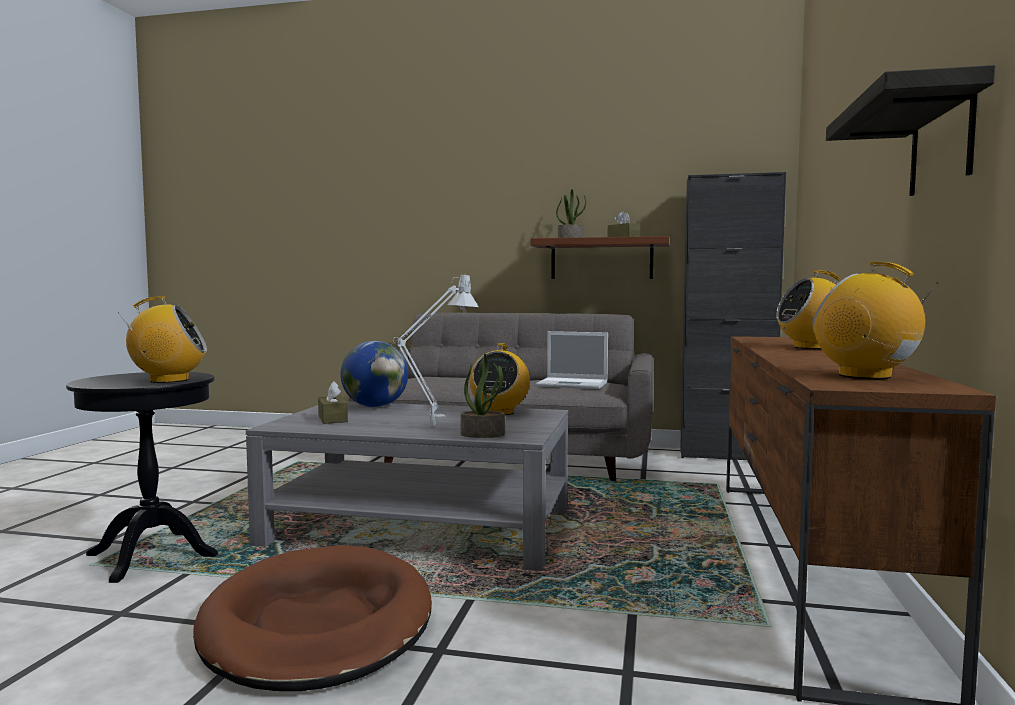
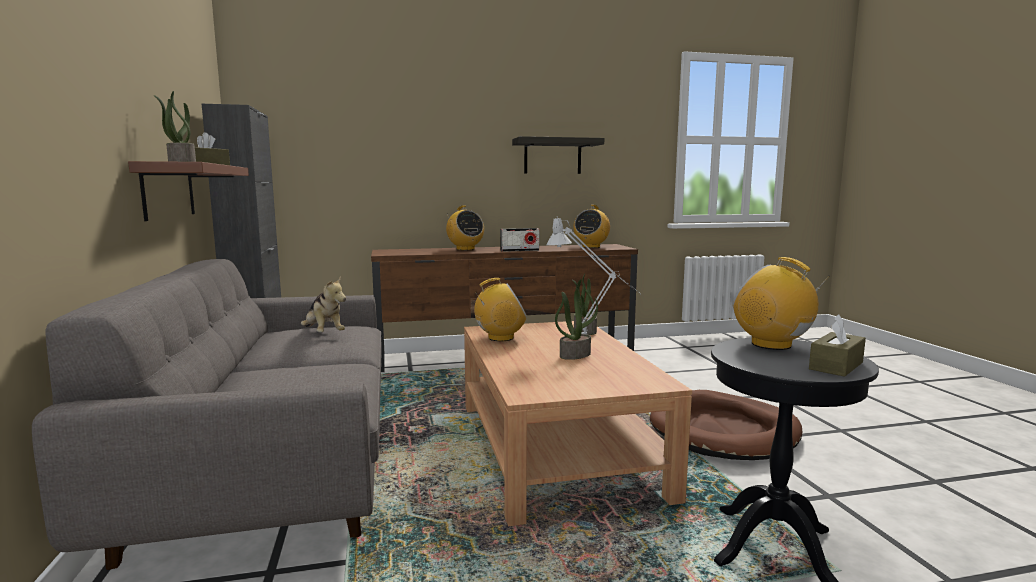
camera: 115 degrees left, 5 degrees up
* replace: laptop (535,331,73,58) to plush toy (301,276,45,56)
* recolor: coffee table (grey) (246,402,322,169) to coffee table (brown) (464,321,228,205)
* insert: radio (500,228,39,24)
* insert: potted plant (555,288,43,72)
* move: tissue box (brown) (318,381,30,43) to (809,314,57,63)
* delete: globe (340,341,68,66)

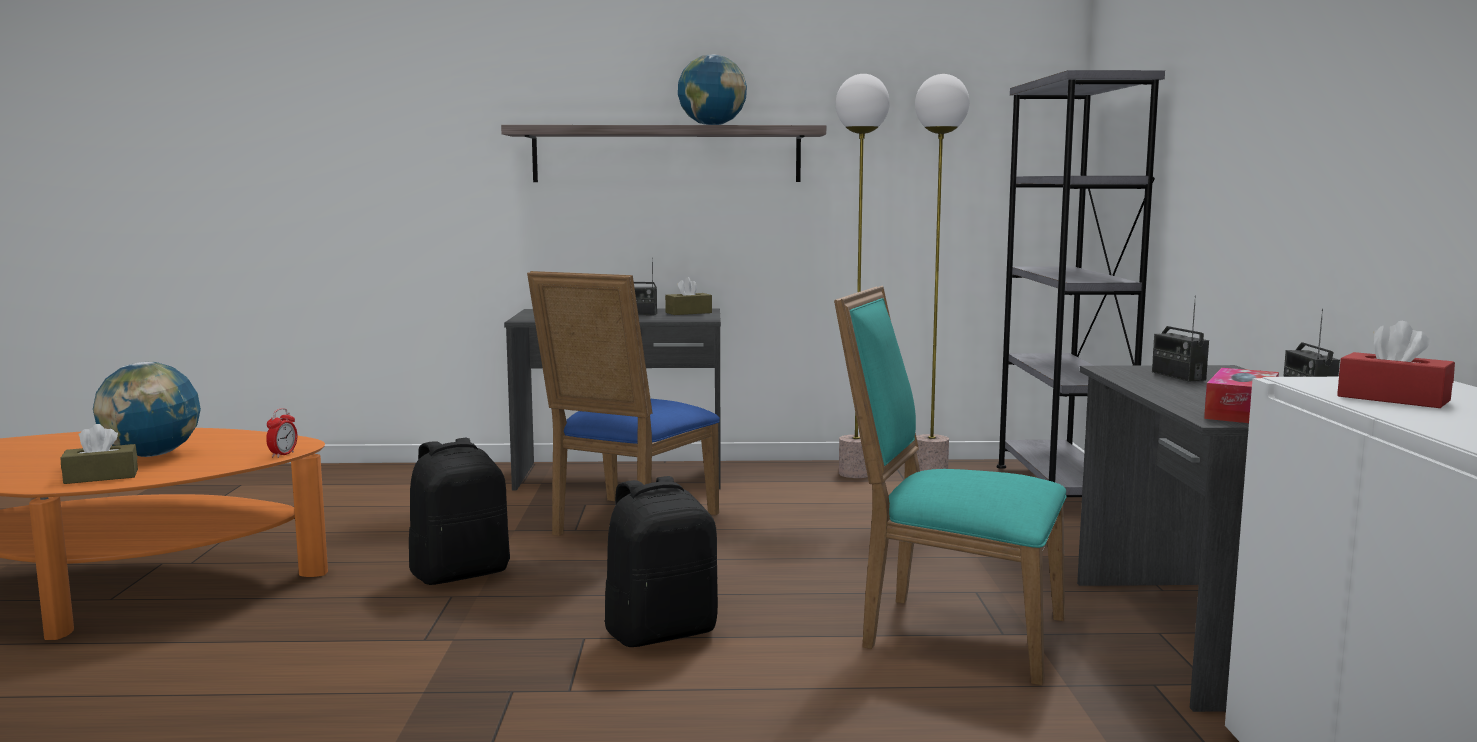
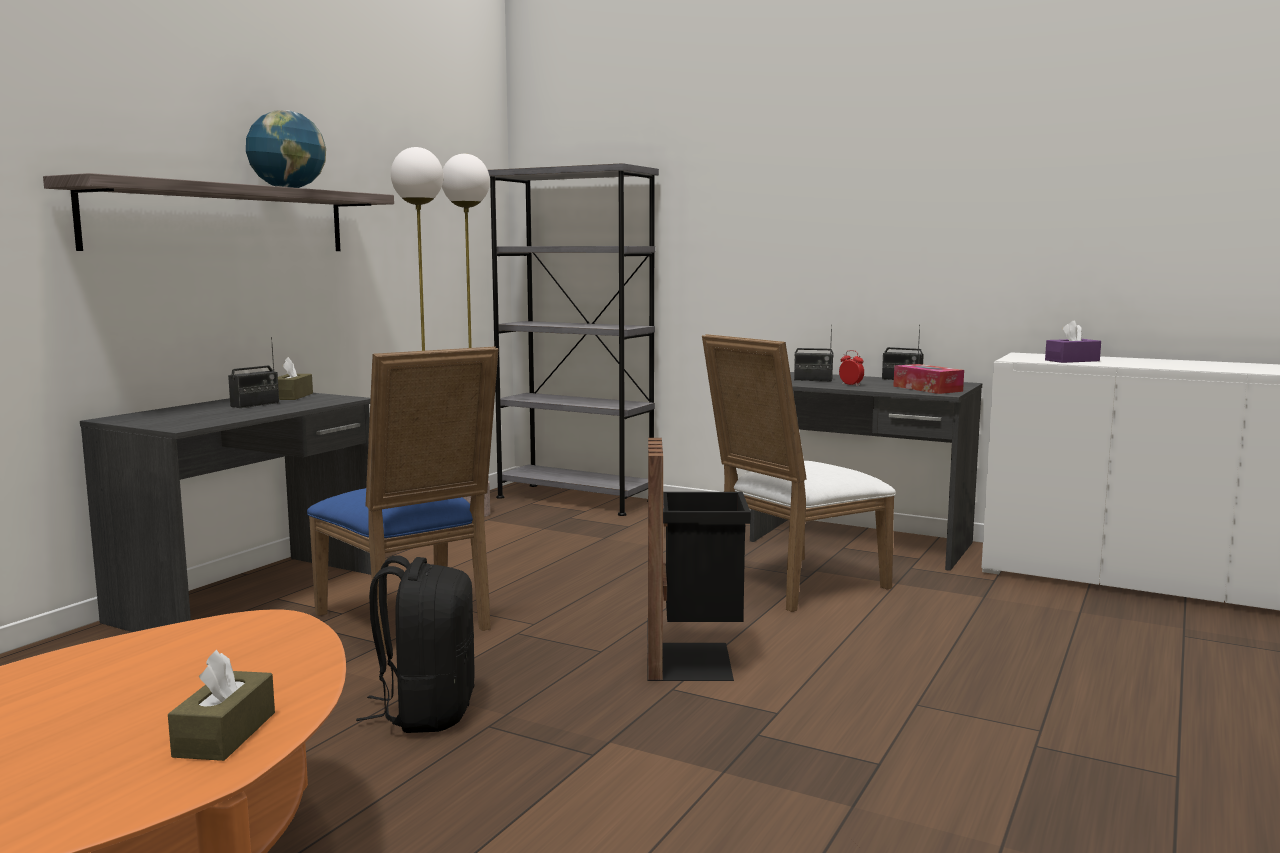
camera: 60 degrees left, 0 degrees up
* replace: backpack (black) (604,476,114,171) to trash can (black) (647,438,104,243)
* recolor: chair (turquoise) (834,285,233,400) to chair (white) (702,334,194,278)
* move: alarm clock (266,408,31,50) to (839,350,25,36)
* recolor: tissue box (red) (1337,321,118,87) to tissue box (purple) (1045,321,56,42)
* delete: globe (93,362,108,95)

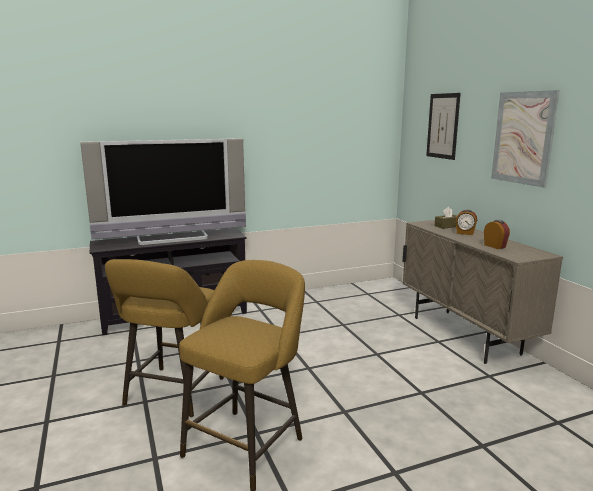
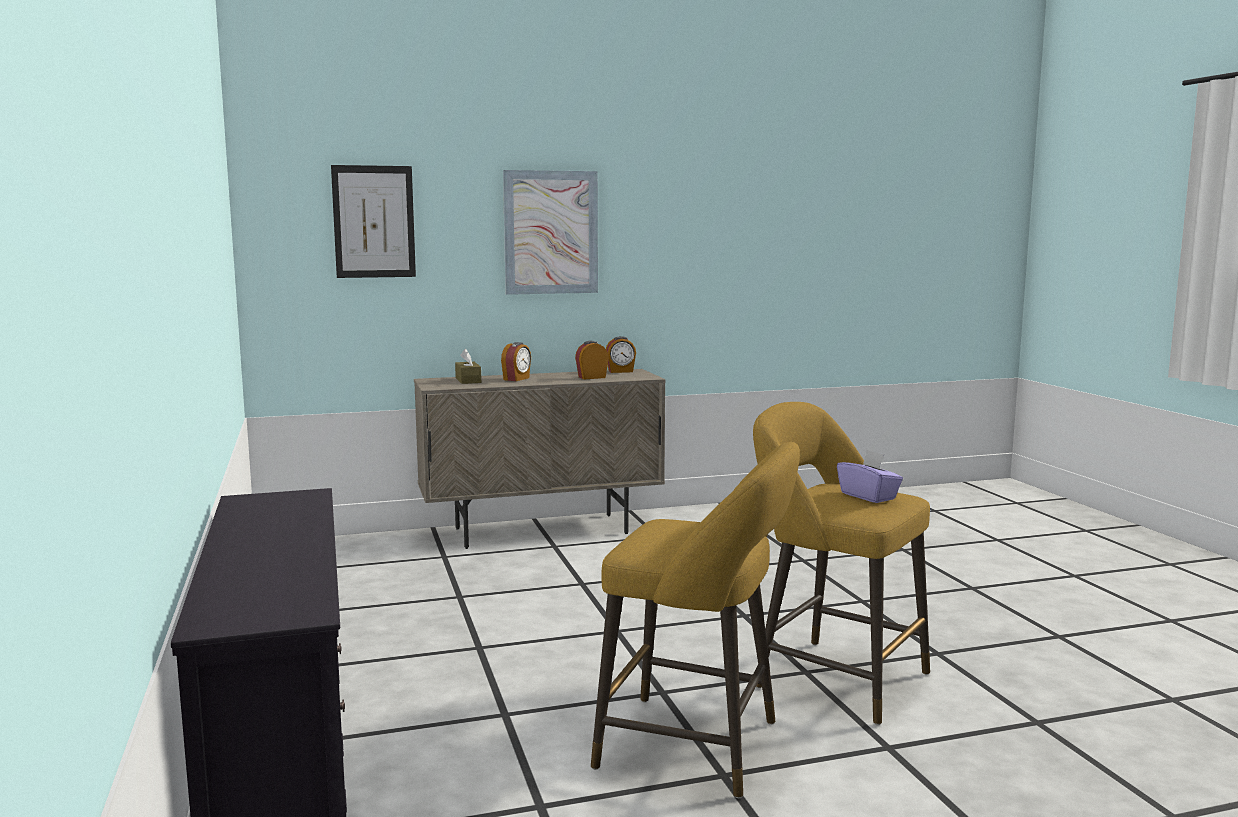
camera: 85 degrees left, 5 degrees down
* insert: alarm clock (606,336,30,37)
* insert: tissue box (purple) (837,450,66,53)
* delete: television (80,138,166,107)

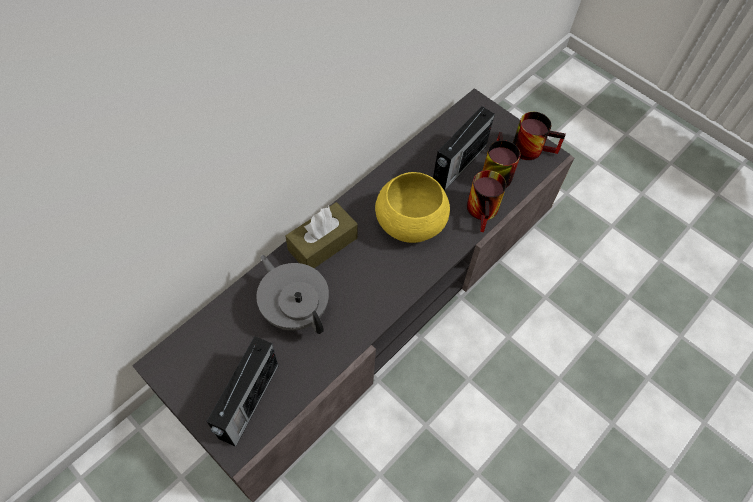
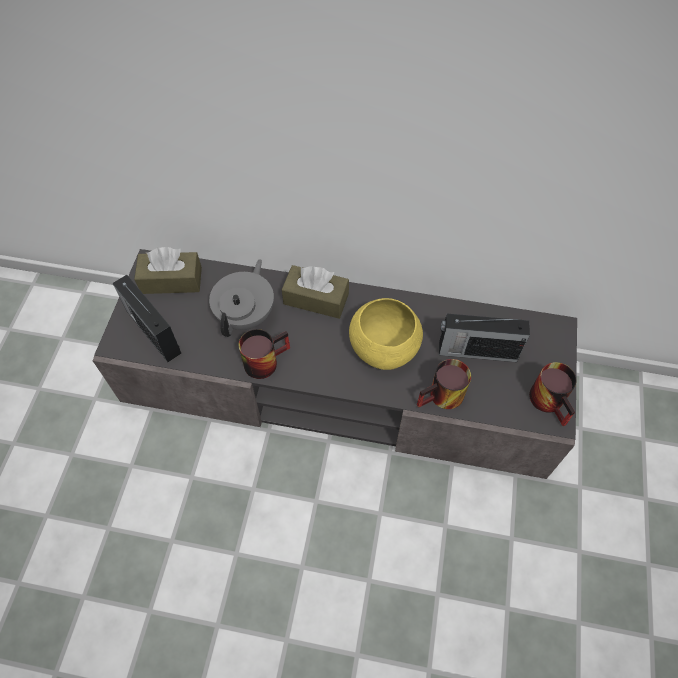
camera: 60 degrees right, 0 degrees up
* rotate: radio (207,336,71,111) = (113,275,68,87) 60 degrees clockwise
* insert: tissue box (brown) (134,247,68,47)
* move: mug (482,132,38,56) to (238,329,52,50)

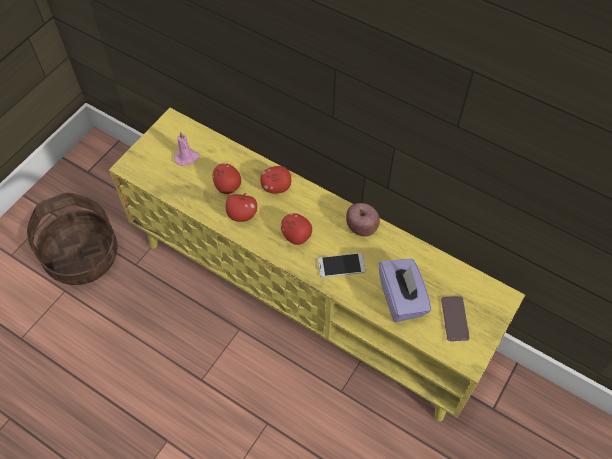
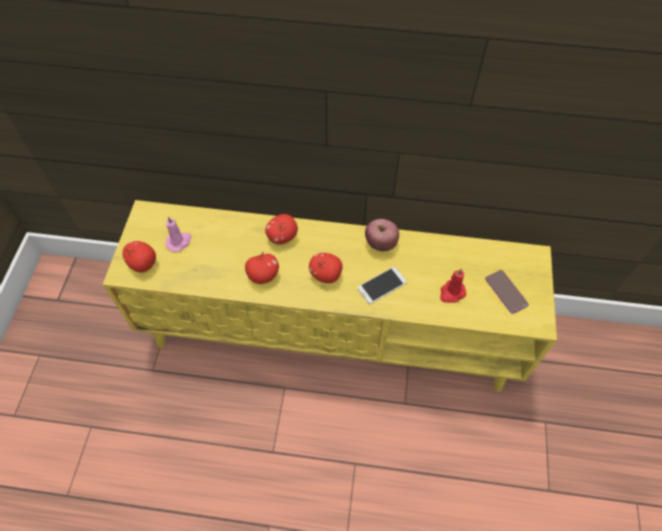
camera: 25 degrees left, 0 degrees up
* move: apple (213,163,28,31) to (122,241,34,31)
* replace: tissue box (purple) (379,259,53,63) to candle (red) (440,268,26,35)
* delete: basket (27,193,90,92)

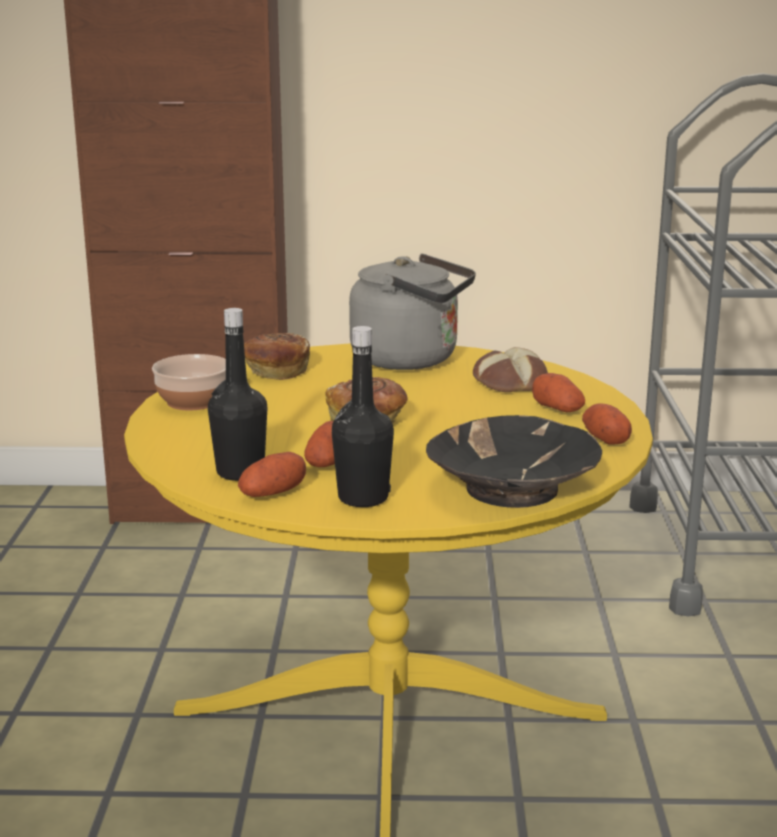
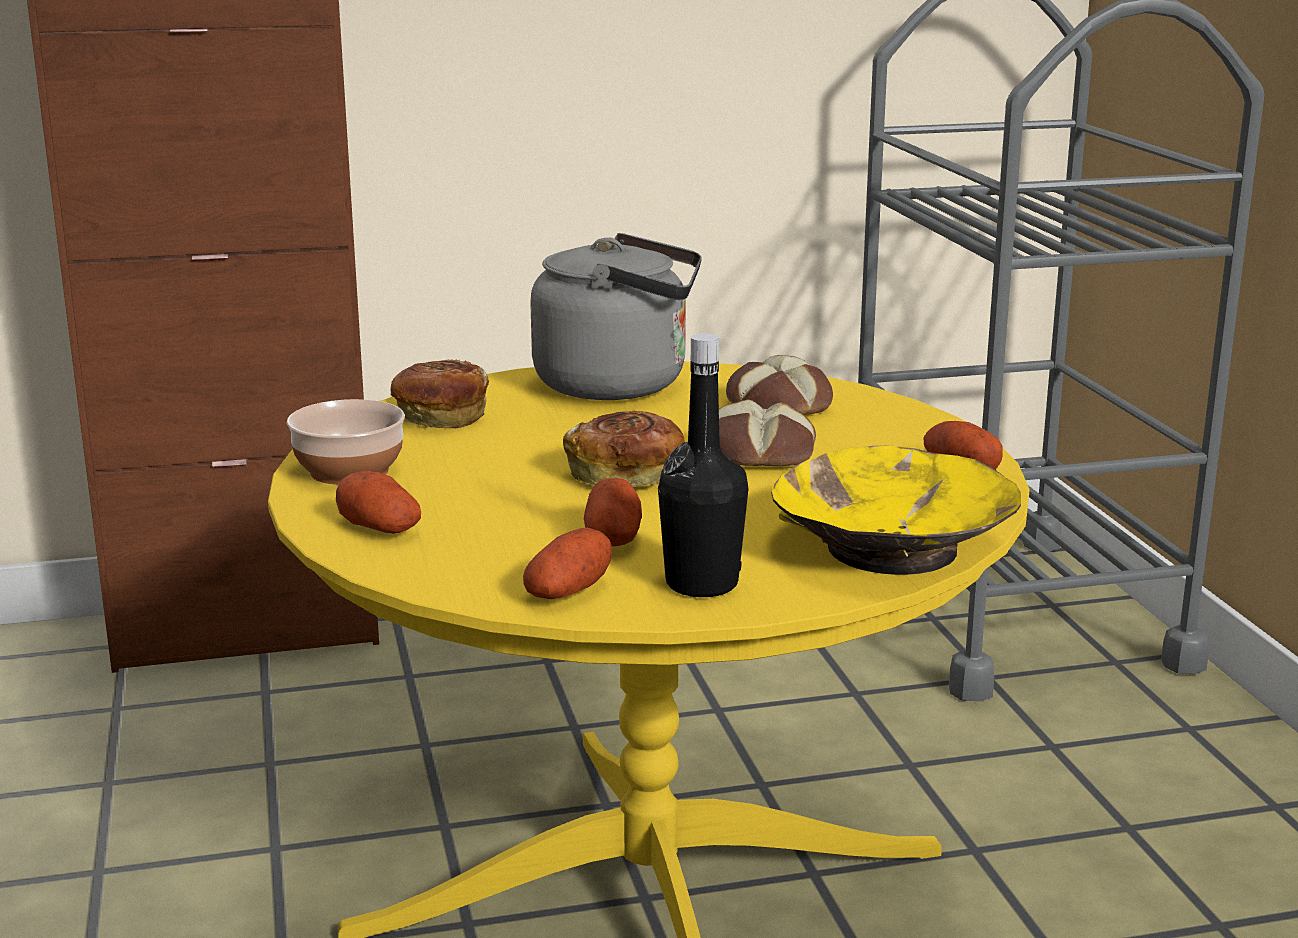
camera: 15 degrees left, 0 degrees up
* move: potato (532,373,53,39) to (336,471,85,63)
* insert: bread (719,400,97,66)
* recolor: bowl (black) (426,415,176,93) to bowl (yellow) (772,445,249,130)
* delete: bottle (black) (208,308,59,173)

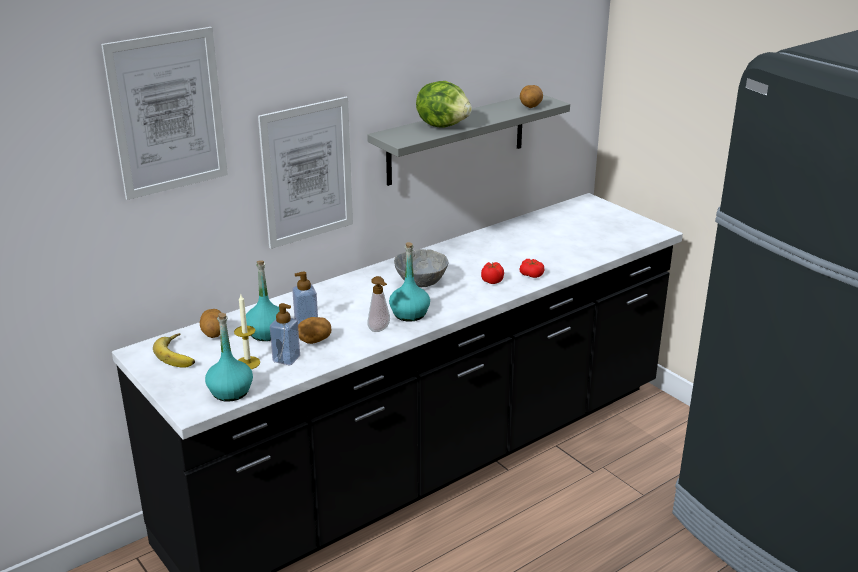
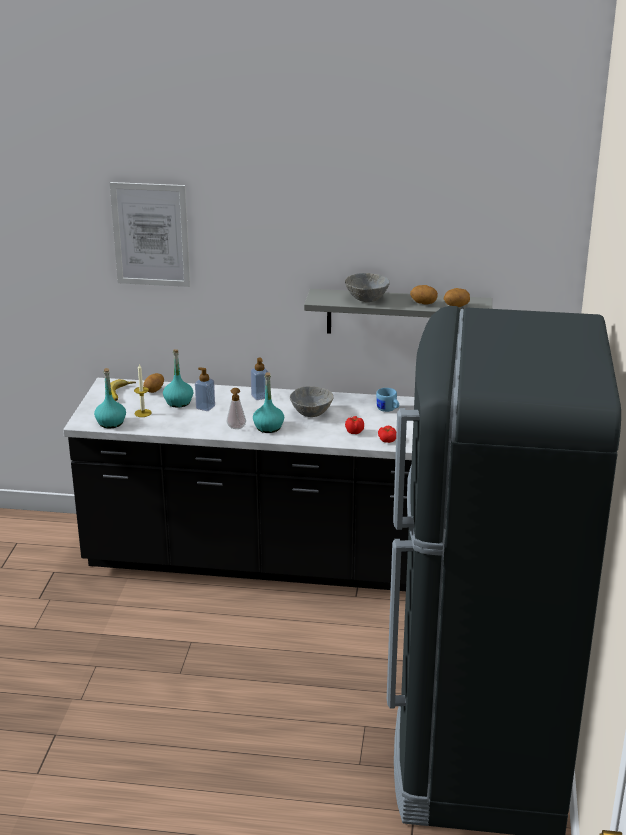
camera: 45 degrees right, 0 degrees up
* move: soap dispenser (270,303,30,62) to (251,357,17,43)
* replace: lettuce (416,81,56,47) to bowl (grey) (345,273,45,29)
* insert: mug (blue) (376,388,23,24)
* move: potato (298,317,33,27) to (410,285,28,19)
* delete: picture (258,97,95,152)

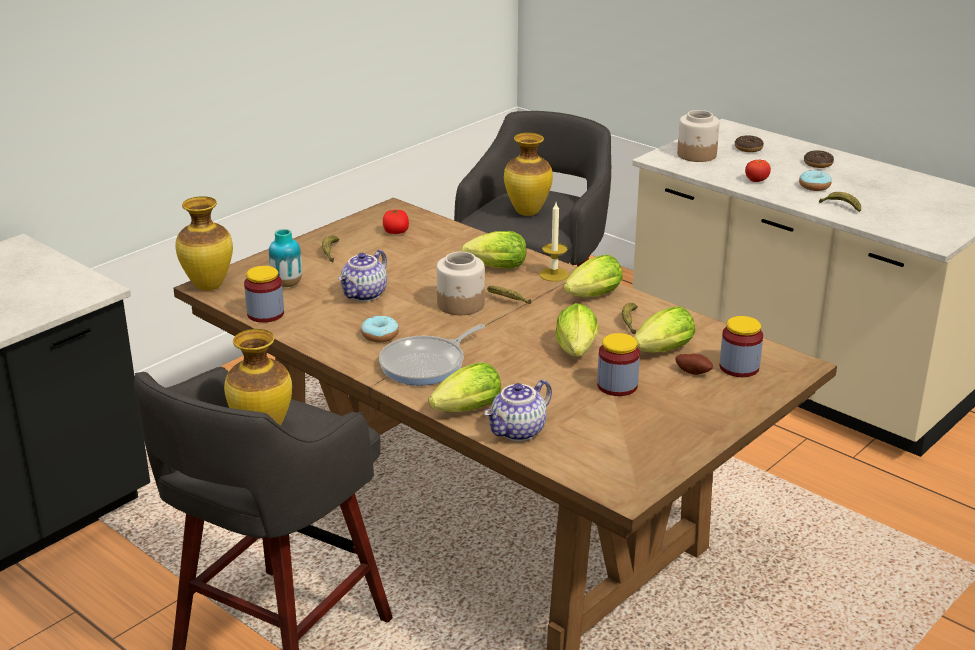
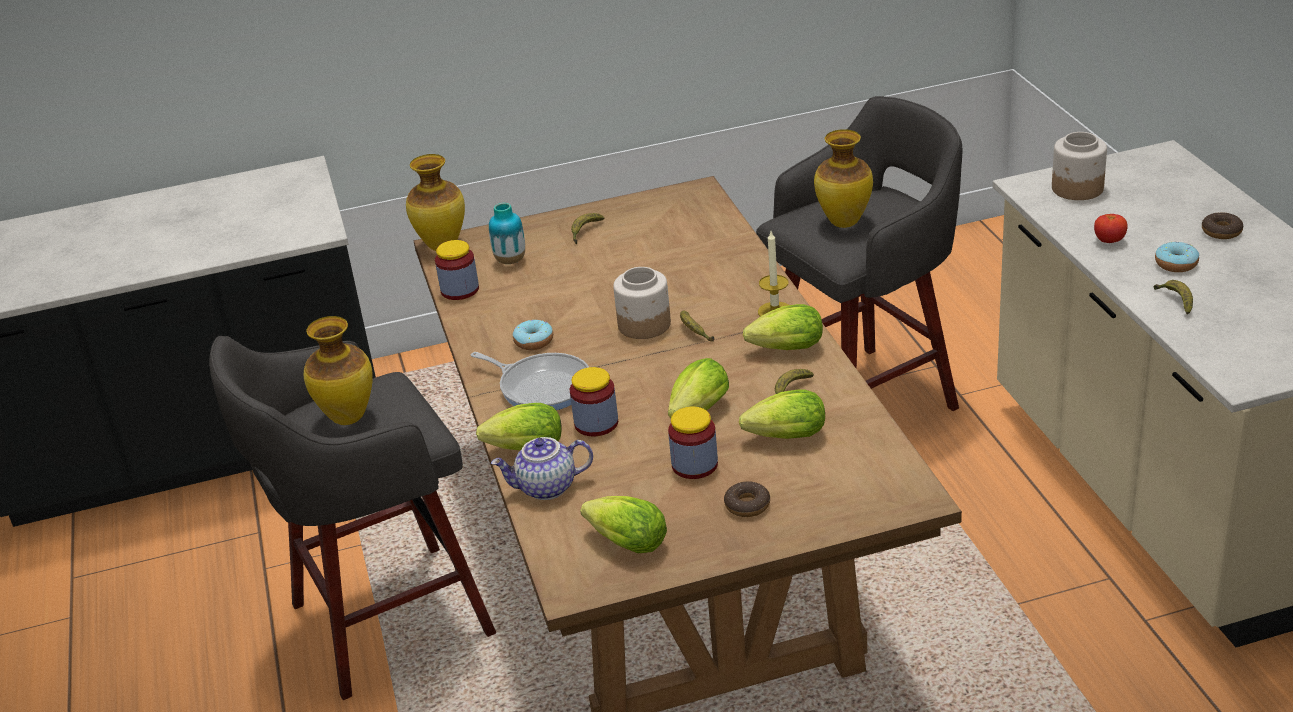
camera: 35 degrees right, 5 degrees up
* rotate: frying pan (379,324,106,62) = (471,352,118,58) 135 degrees counterclockwise
* move: jar (720,316,43,61) to (570,367,48,69)
* move: lettuce (461,231,65,38) to (580,496,87,57)
* move: donut (735,135,29,17) to (724,481,46,36)
* delete: teapot (338,250,49,52)
* delete: tomato (383,209,26,25)
* delete: potato (676,354,37,21)

